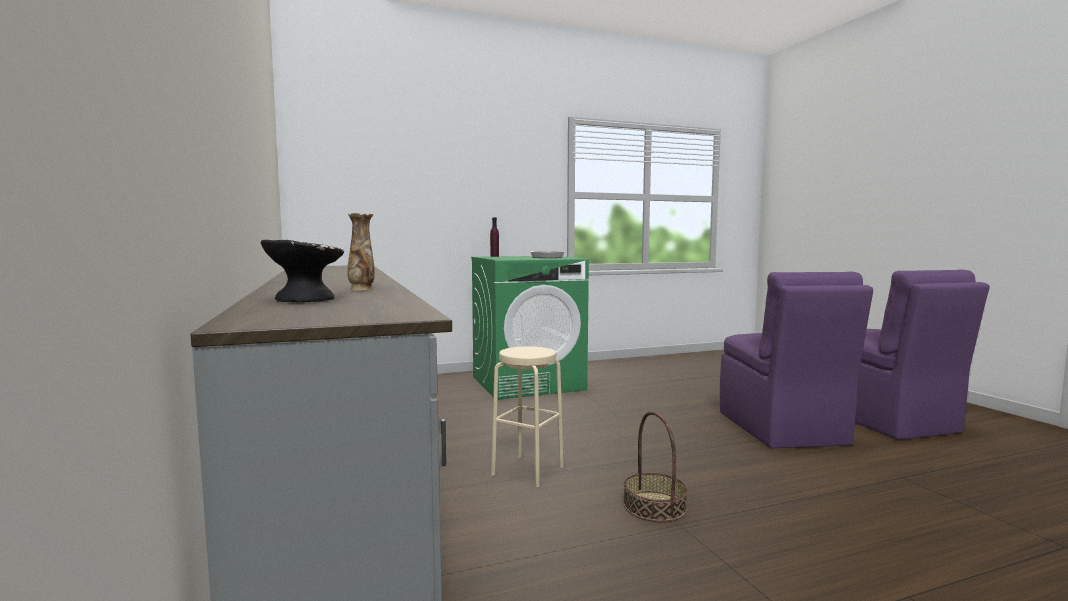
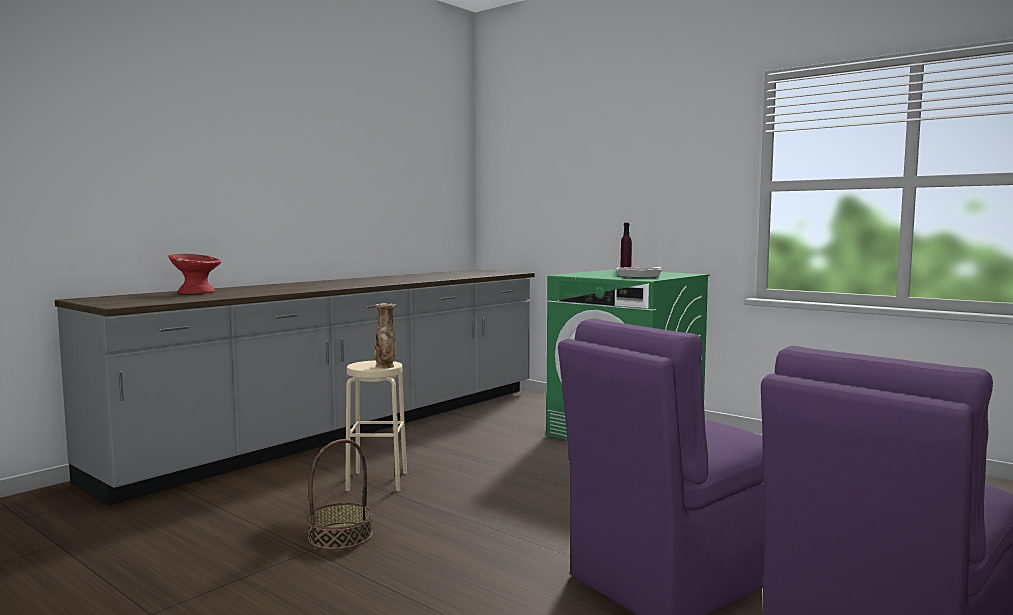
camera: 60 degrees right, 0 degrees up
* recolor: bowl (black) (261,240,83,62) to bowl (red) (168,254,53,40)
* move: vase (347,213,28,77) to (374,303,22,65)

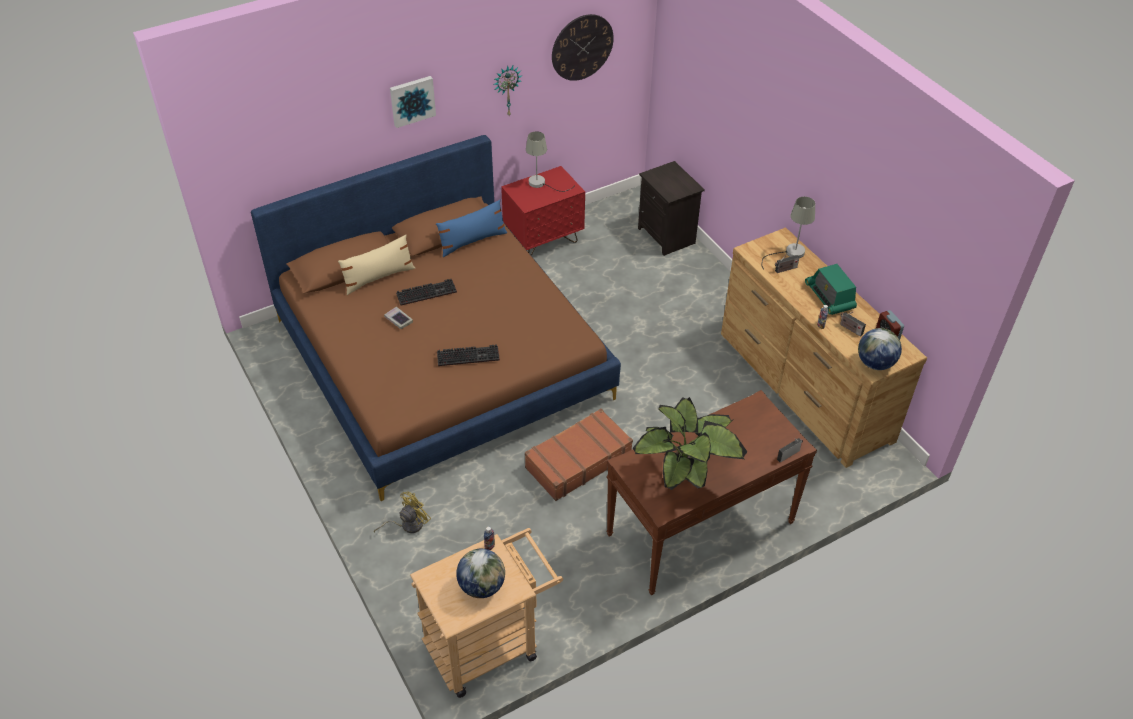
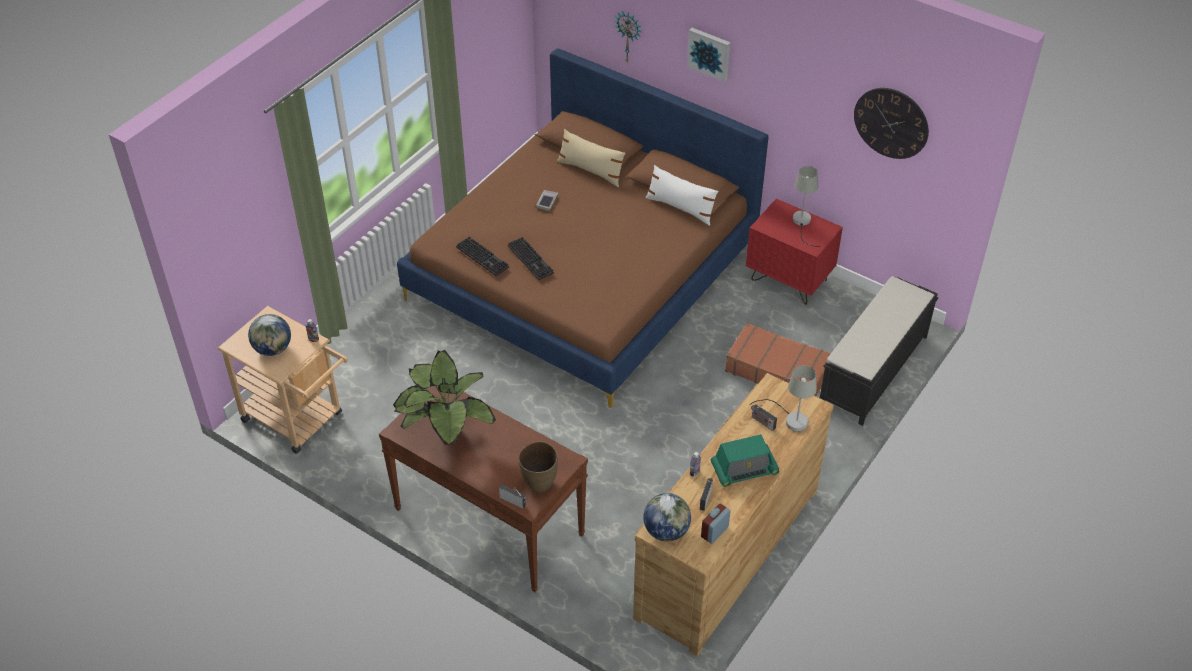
camera: 65 degrees right, 0 degrees up
* move: keyboard (396,279,61,26) to (456,236,53,40)
* insert: vase (brown) (518,441,40,52)
* move: wall clock (493,65,29,51) to (614,11,27,51)
* recolor: pillow (blue) (436,200,72,57) to pillow (white) (646,165,73,61)
* rotate: radio (805,264,52,51) = (711,434,68,53) 150 degrees counterclockwise
* move: suitcase (brown) (525,409,108,92) to (725,323,106,73)
* replace: nightstand (black) (638,161,67,95) to bench (black) (820,276,118,150)
* delete: fan (yellow) (374,491,57,42)

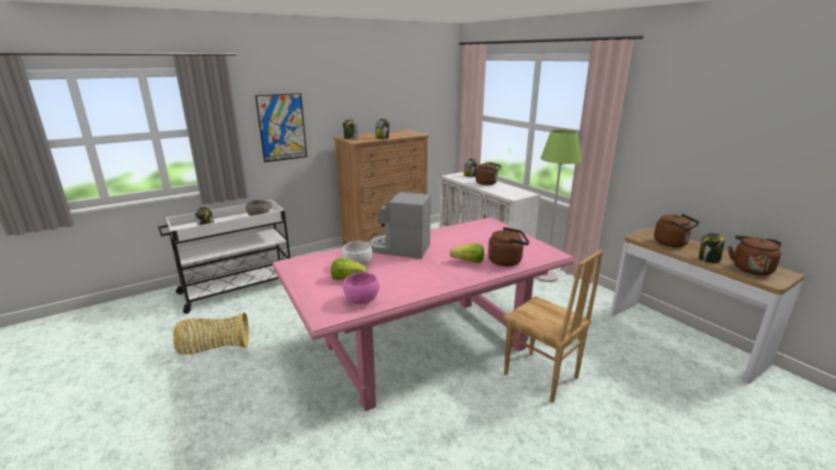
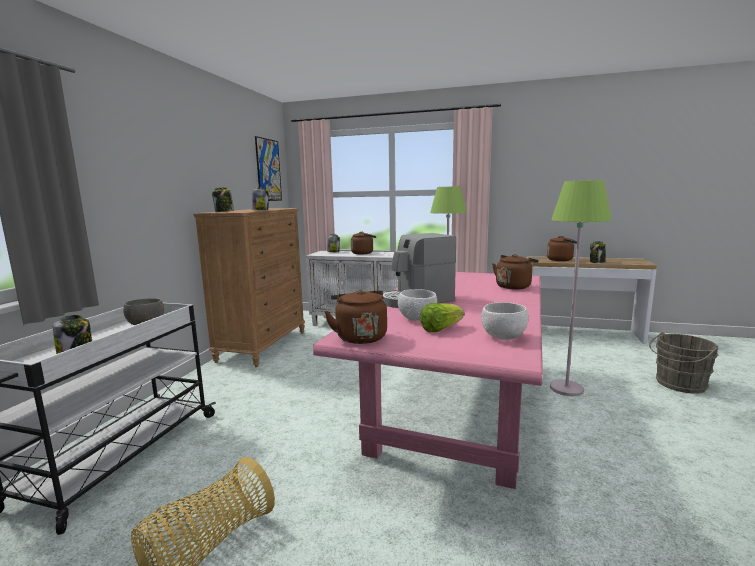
camera: 40 degrees left, 10 degrees down
* move: picture (255,93,52,69) to (255,136,27,65)
* move: kettle (brown) (728,235,54,41) to (324,289,63,55)
* recolor: bowl (pink) (343,273,36,31) to bowl (white) (481,302,48,38)
* replace: chair (brown) (503,250,100,152) to floor lamp (green) (550,180,62,216)
* insert: bucket (grey) (649,332,70,62)
* delete: lettuce (450,243,34,20)

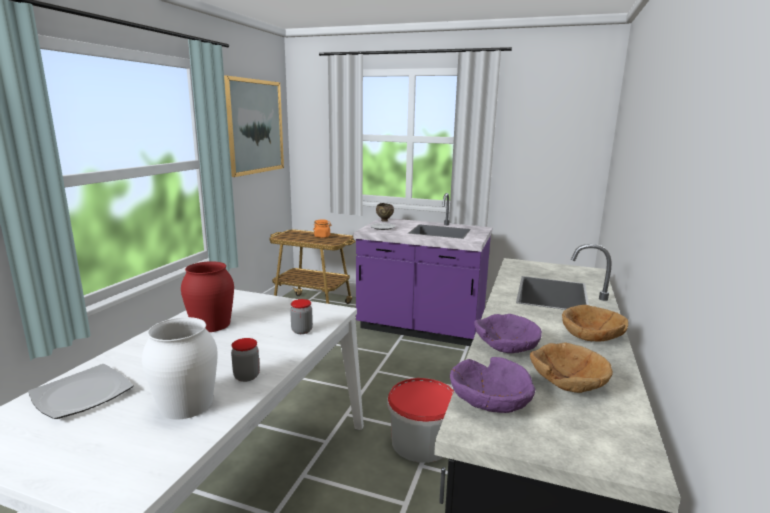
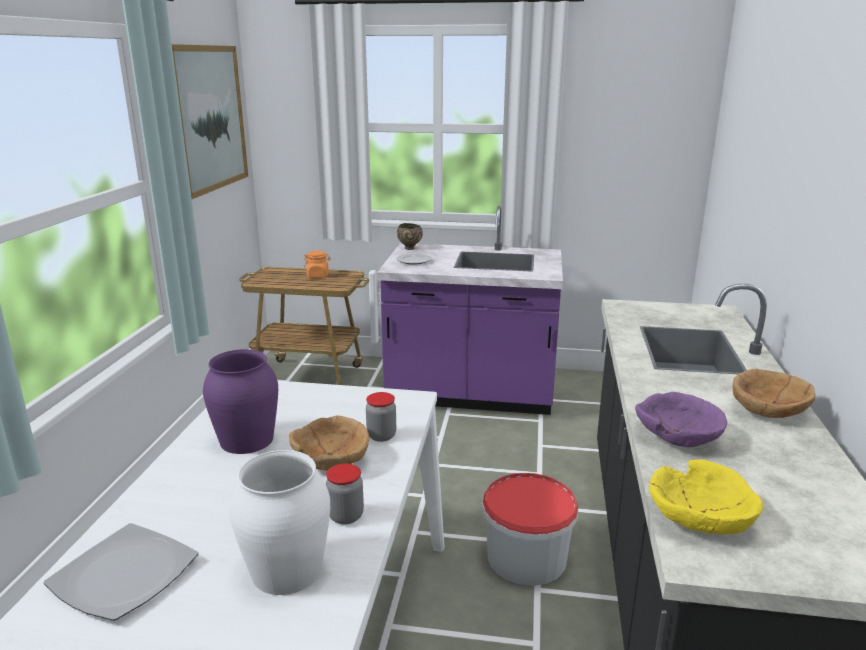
camera: 10 degrees left, 5 degrees up
* recolor: vase (red) (181,261,53,71) to vase (purple) (203,349,75,105)
* move: bowl (brown) (530,343,83,50) to (289,415,81,56)
* recolor: bowl (purple) (450,357,85,56) to bowl (yellow) (649,459,114,75)

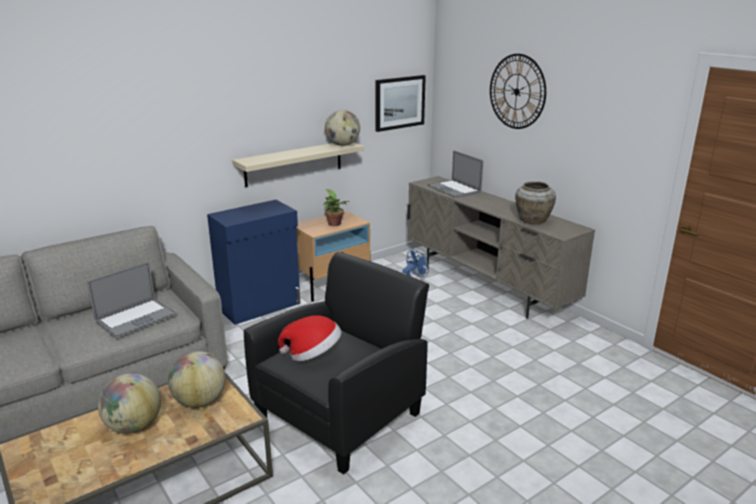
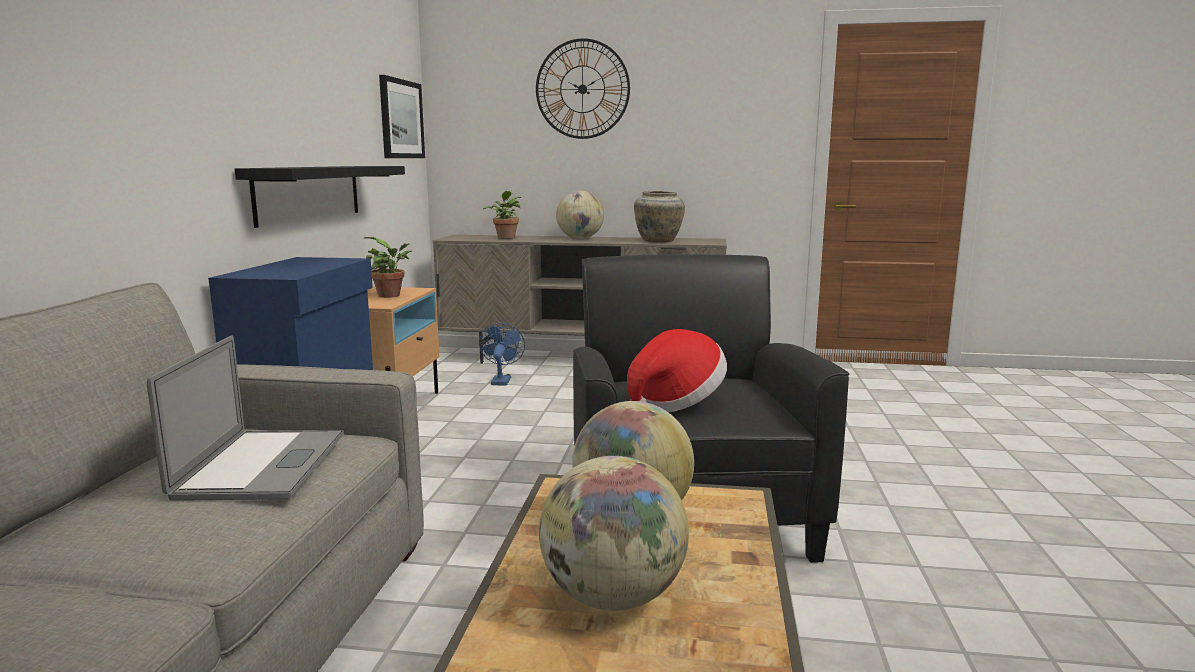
camera: 45 degrees left, 10 degrees down
* recolor: shelf (beige) (232,142,132,45) to shelf (black) (235,166,170,62)
* replace: laptop (428,150,55,48) to potted plant (483,191,38,48)
* move: globe (325,110,35,36) to (556,190,48,49)

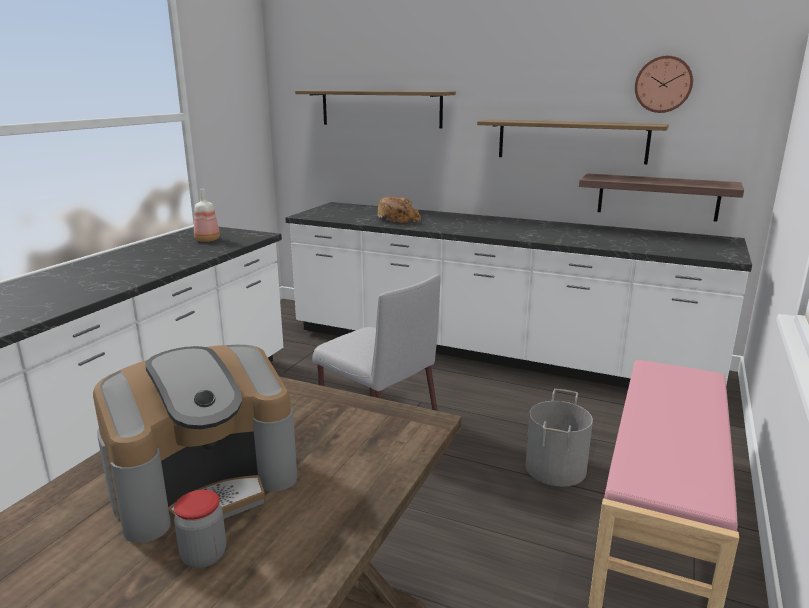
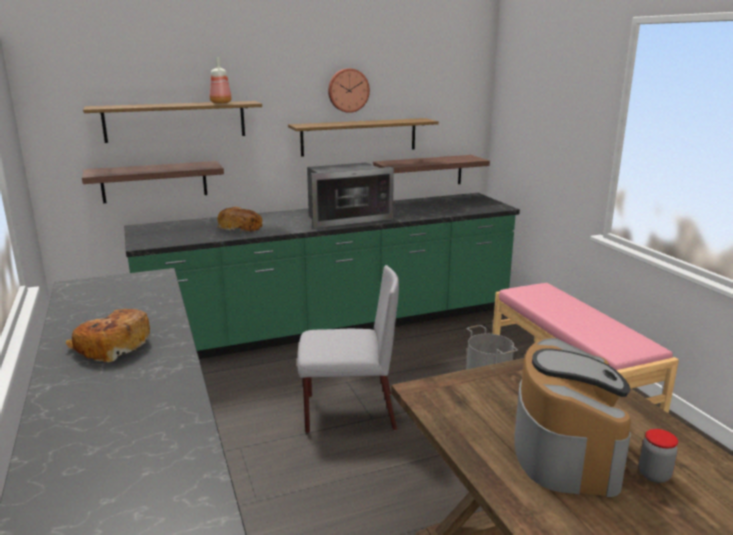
camera: 45 degrees left, 0 degrees up
* insert: bread (66,309,84,53)
* insert: shelf (82,161,142,42)
* recolor: counter (white) (285,202,467,186) to counter (green) (124,193,396,166)
* move: bottle (194,189,26,53) to (210,57,22,47)
* insert: microwave (307,162,87,66)
* move: wall clock (635,56,58,57) to (328,68,42,45)

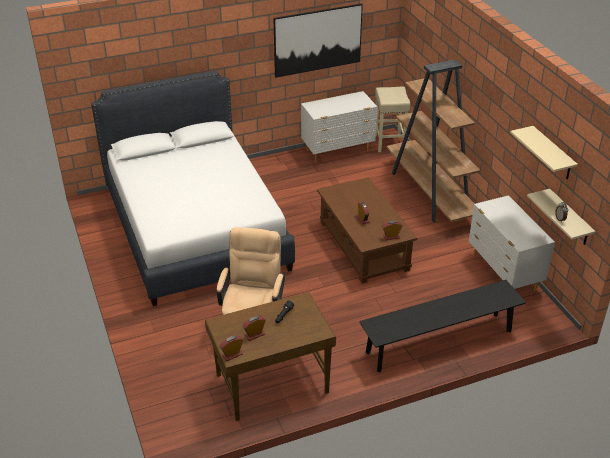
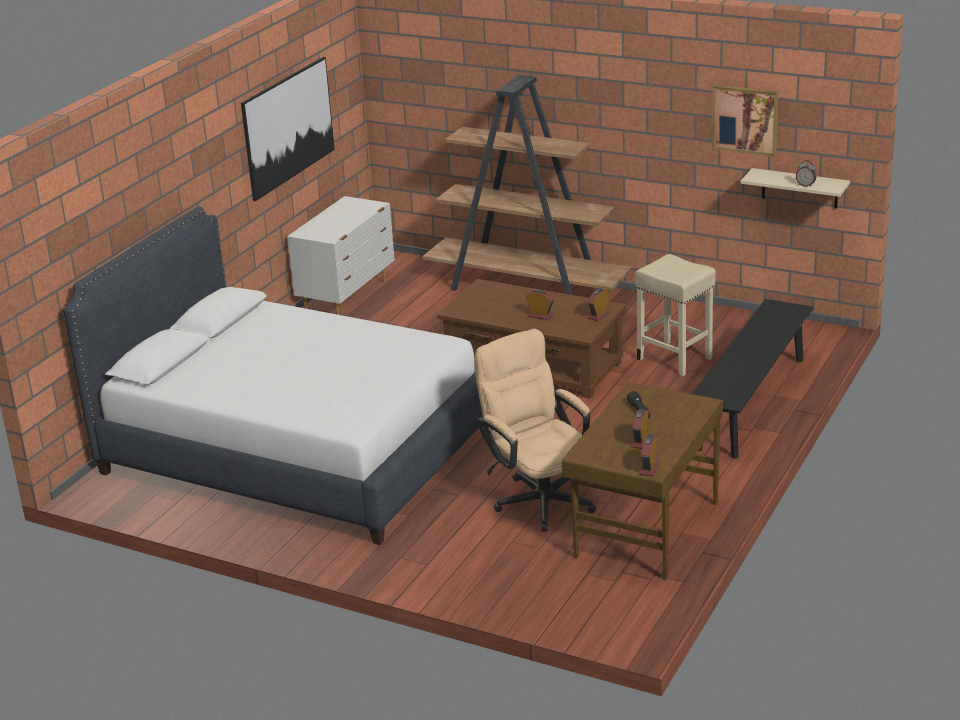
camera: 40 degrees left, 10 degrees down
* move: stool (beige) (375,86,35,66) to (635,254,81,122)
* replace: shelf (beige) (510,126,68,53) to picture (712,85,67,72)
* delete: dresser (white) (469,195,86,96)

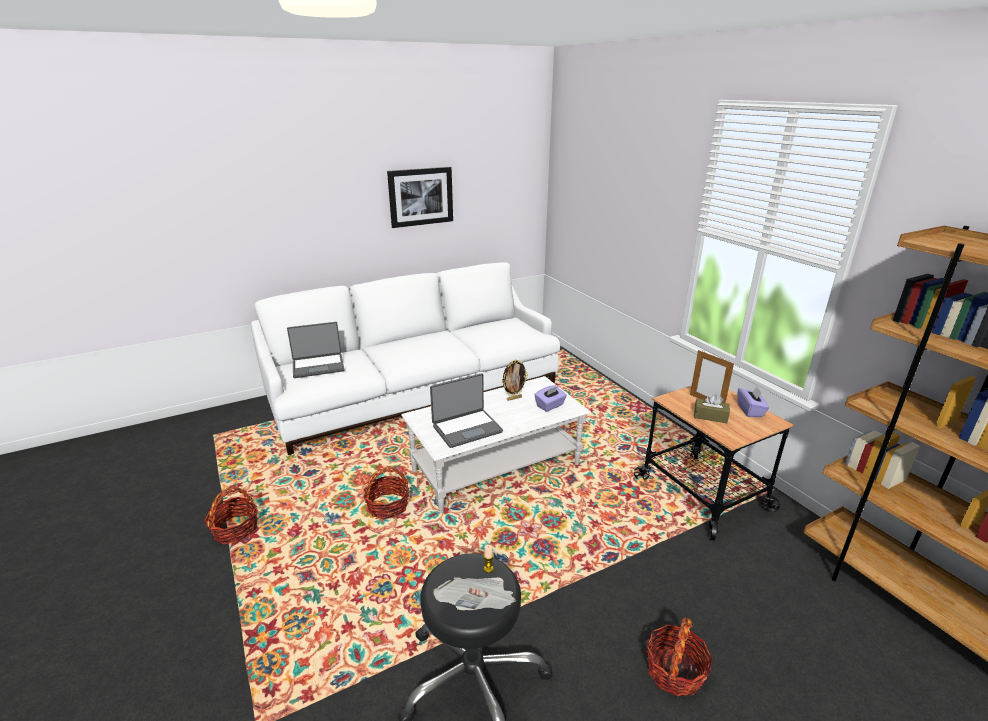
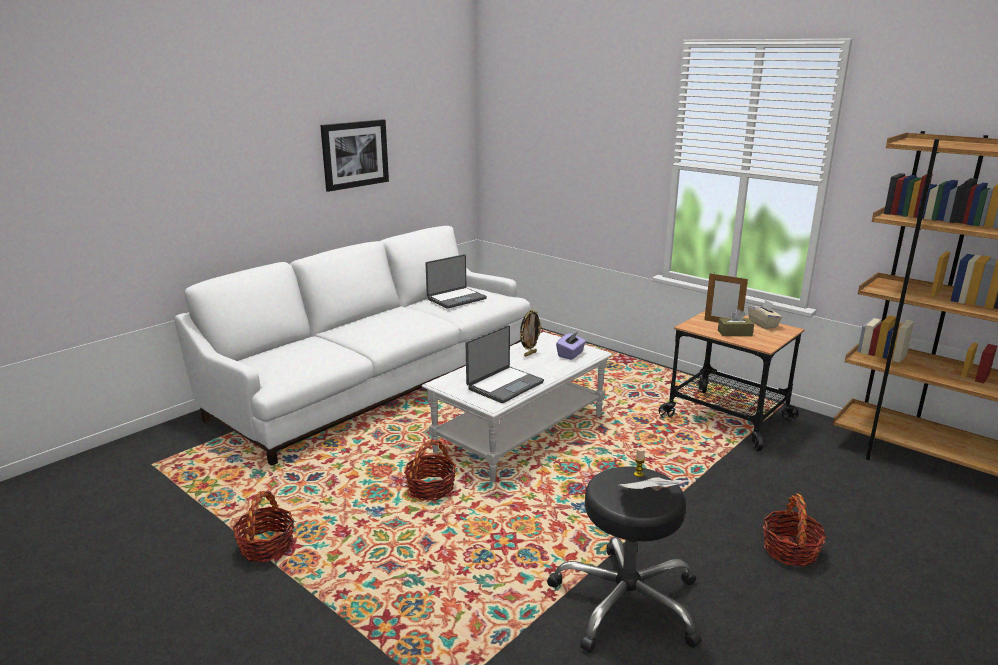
camera: 20 degrees left, 5 degrees down
* move: laptop (287,322,57,56) to (426,254,61,55)
* recolor: tissue box (purple) (737,387,32,30) to tissue box (beige) (748,300,34,29)

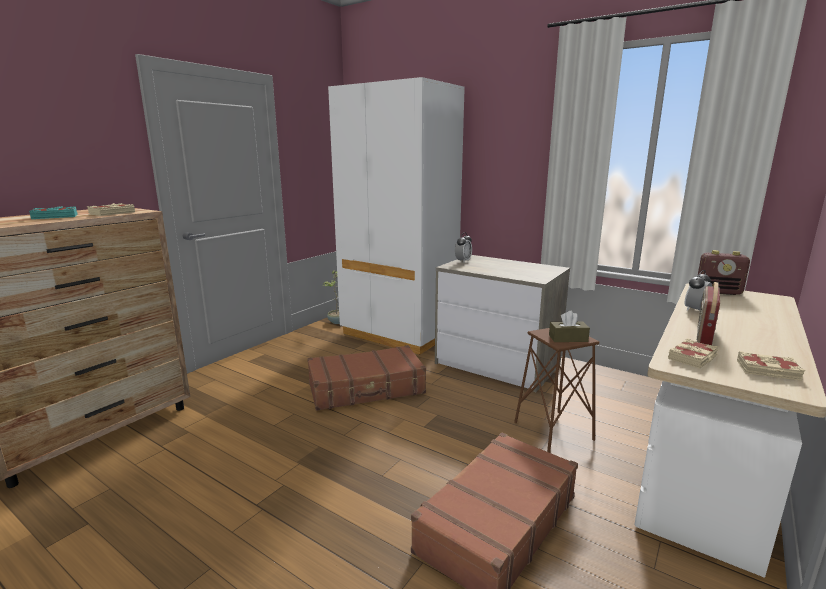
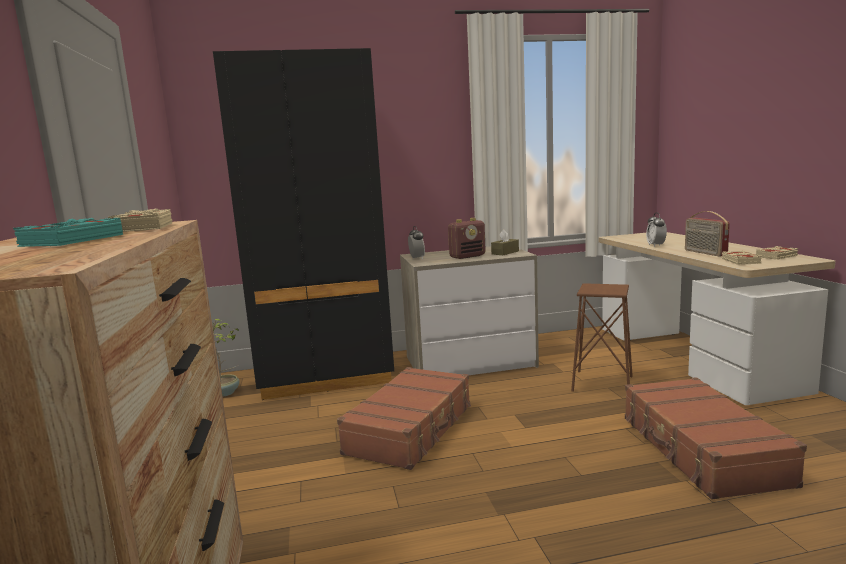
camera: 45 degrees left, 5 degrees down
* recolor: wardrobe (white) (328,77,137,278) to wardrobe (black) (213,48,181,352)
* move: radio (698,250,52,45) to (448,218,38,41)
* move: tissue box (brown) (549,311,41,31) to (491,229,28,26)

